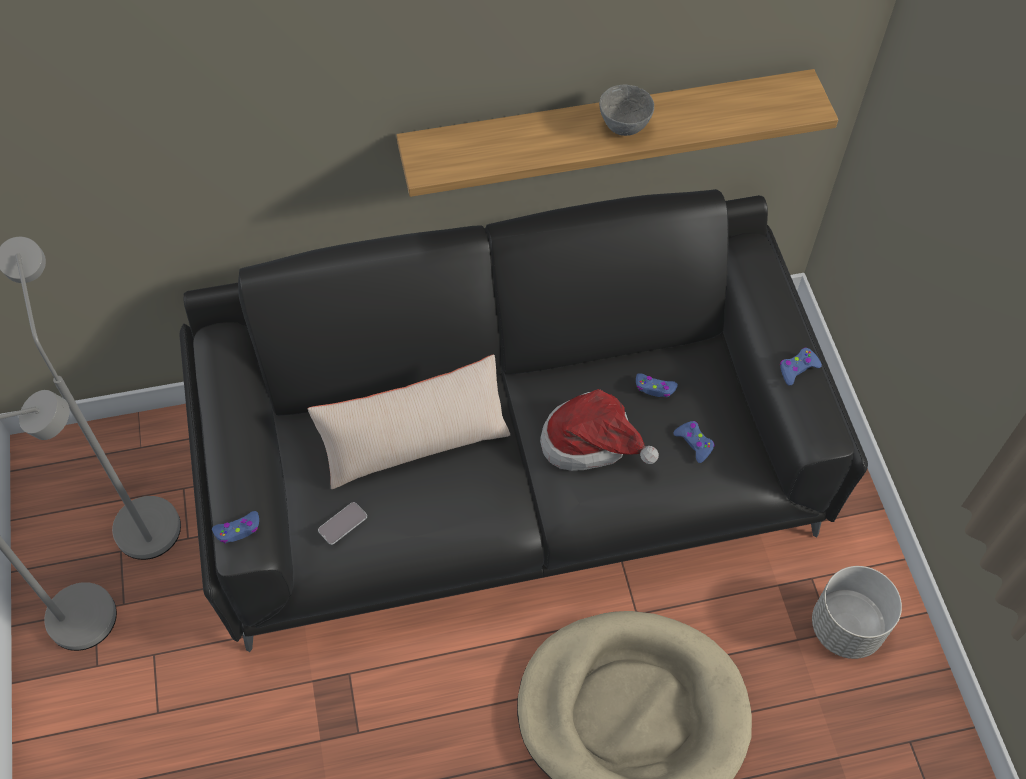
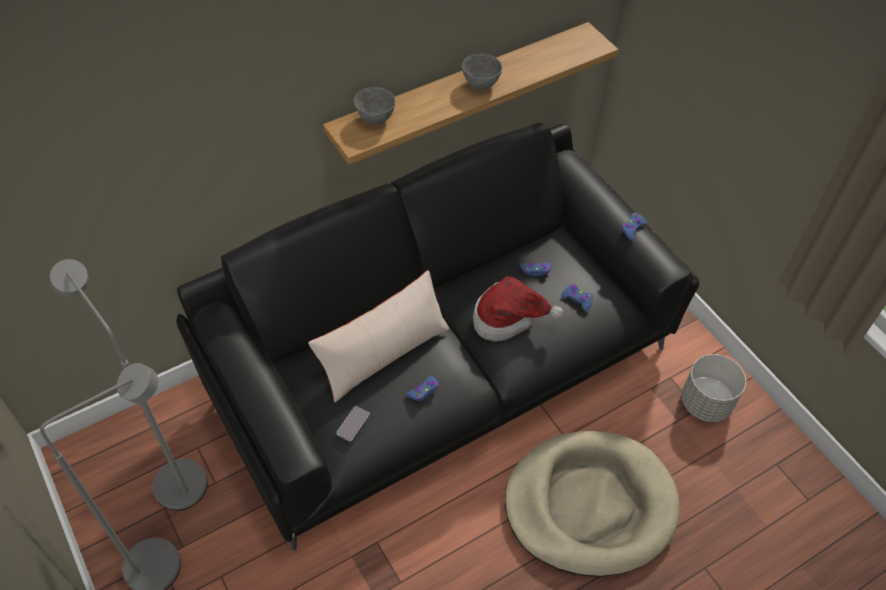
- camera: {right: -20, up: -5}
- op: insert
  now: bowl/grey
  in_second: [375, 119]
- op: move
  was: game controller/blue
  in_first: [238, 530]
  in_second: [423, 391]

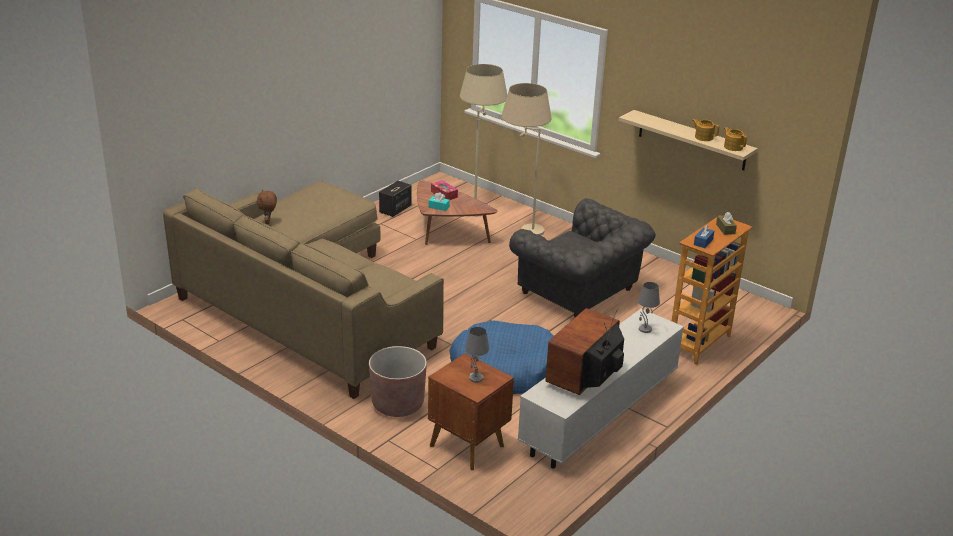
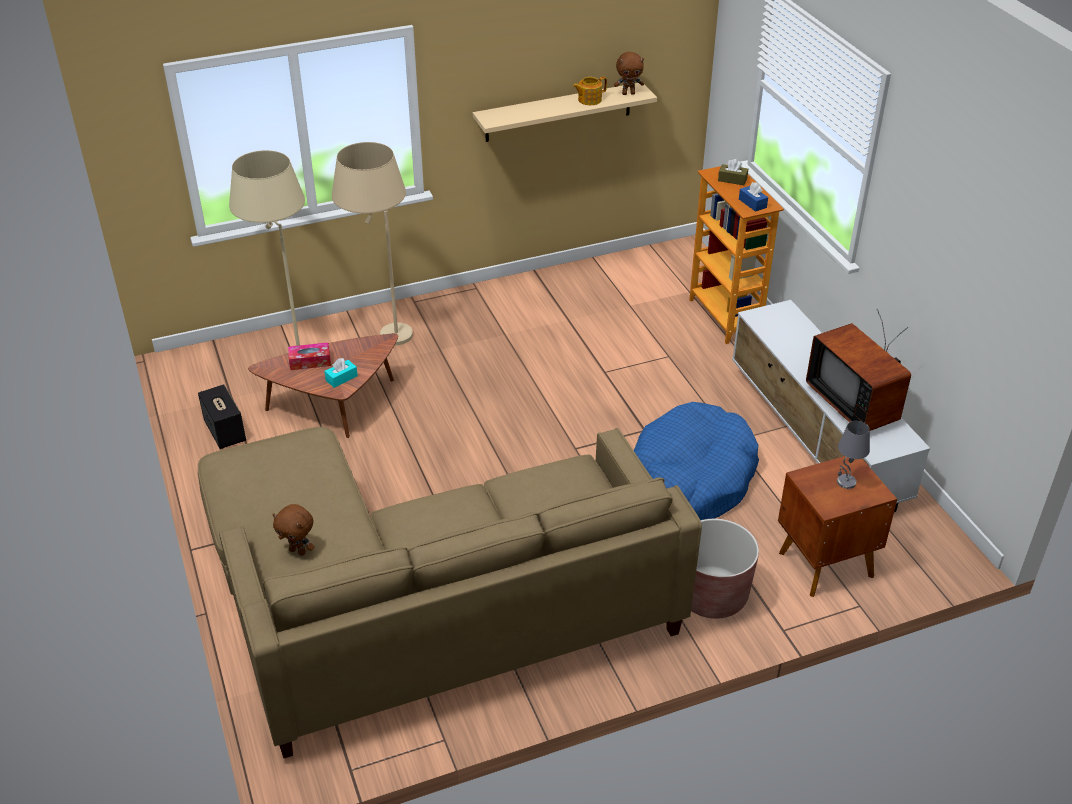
- camera: {right: -60, up: 10}
- op: delete
  was: armchair/grey
  in_first: [580, 293]
- op: delete
  was: table lamp/grey
  in_first: [644, 329]
- op: replace
  was: teapot
  now: plush toy/brown
  in_first: [733, 147]
  in_second: [628, 93]

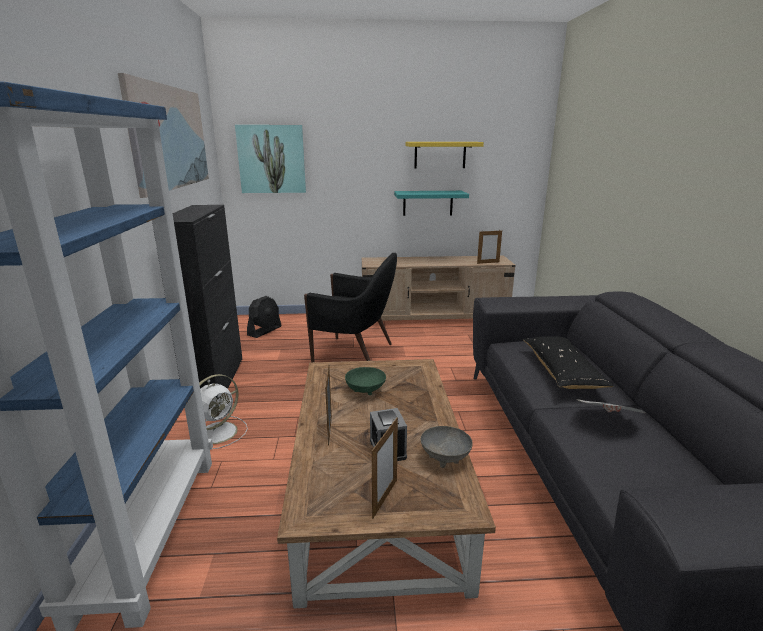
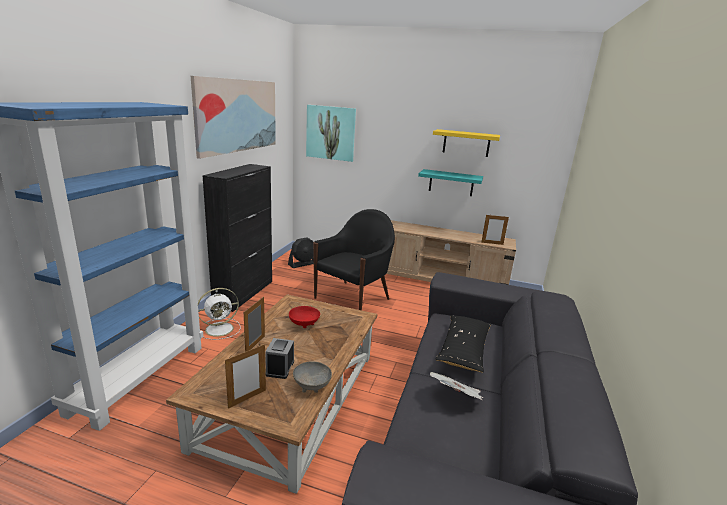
- camera: {right: 20, up: 0}
- op: recolor
  was: bowl/green
  now: bowl/red
  in_first: [365, 391]
  in_second: [303, 325]
- op: rotate
  was: armchair/black
  in_first: [355, 355]
  in_second: [353, 298]
  clockwise: -90

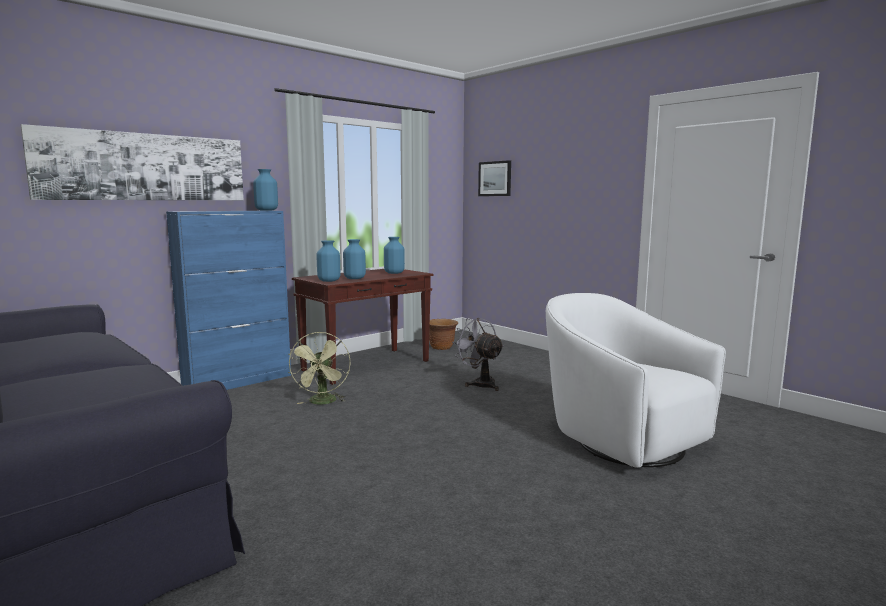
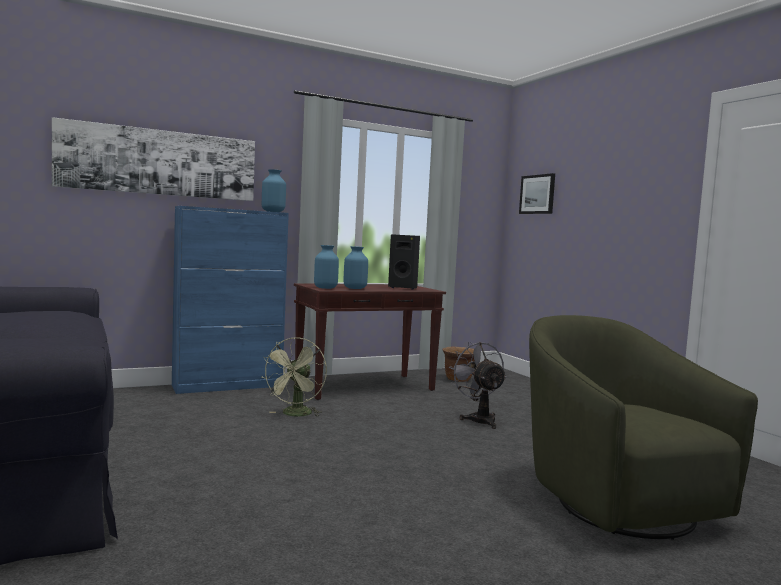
- camera: {right: 15, up: -5}
- op: replace
  was: vase/blue
  now: speaker/black
  in_first: [394, 273]
  in_second: [404, 288]
- op: recolor
  was: armchair/white
  now: armchair/green
  in_first: [620, 440]
  in_second: [614, 501]

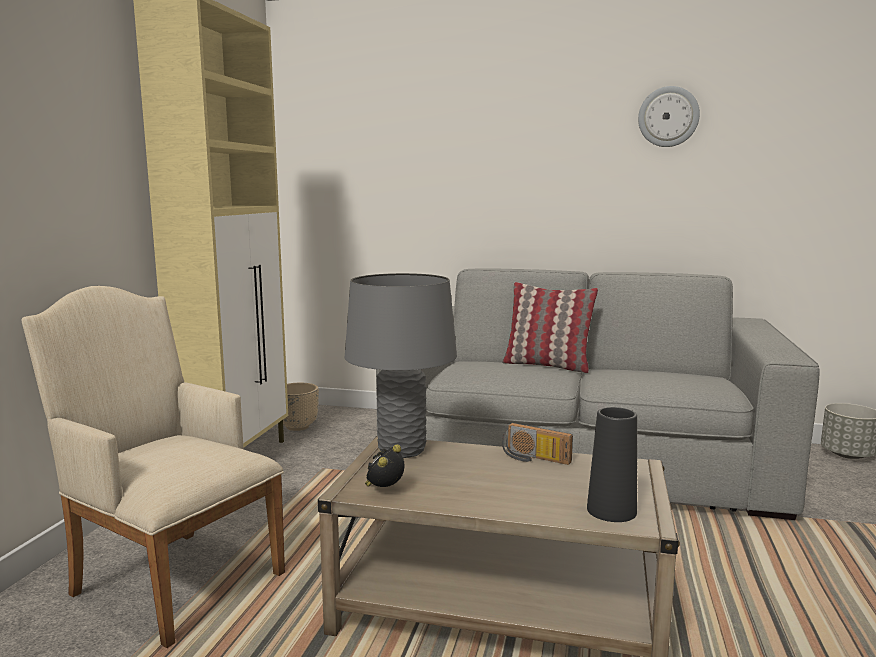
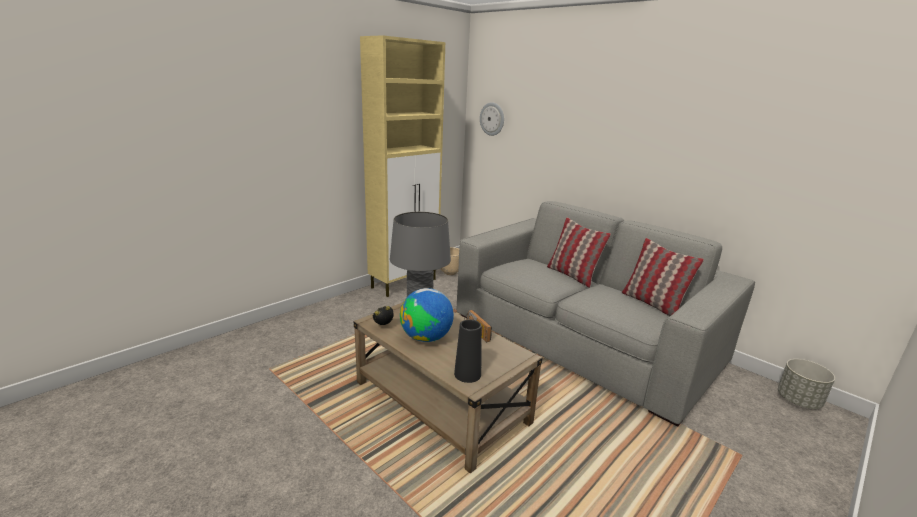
- camera: {right: 30, up: 10}
- op: delete
  was: armchair/beige
  in_first: [171, 579]
- op: insert
  now: globe
  in_second: [426, 338]
- op: insert
  now: pillow
  in_second: [652, 304]
- op: move
  was: wall clock
  in_first: [668, 117]
  in_second: [492, 119]

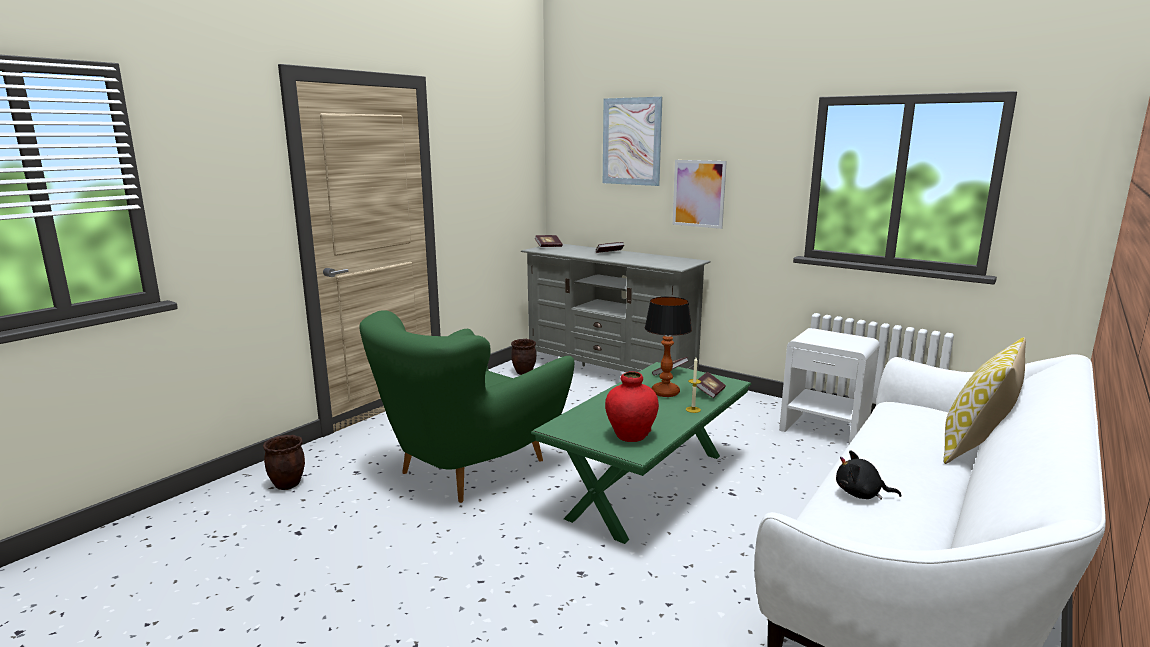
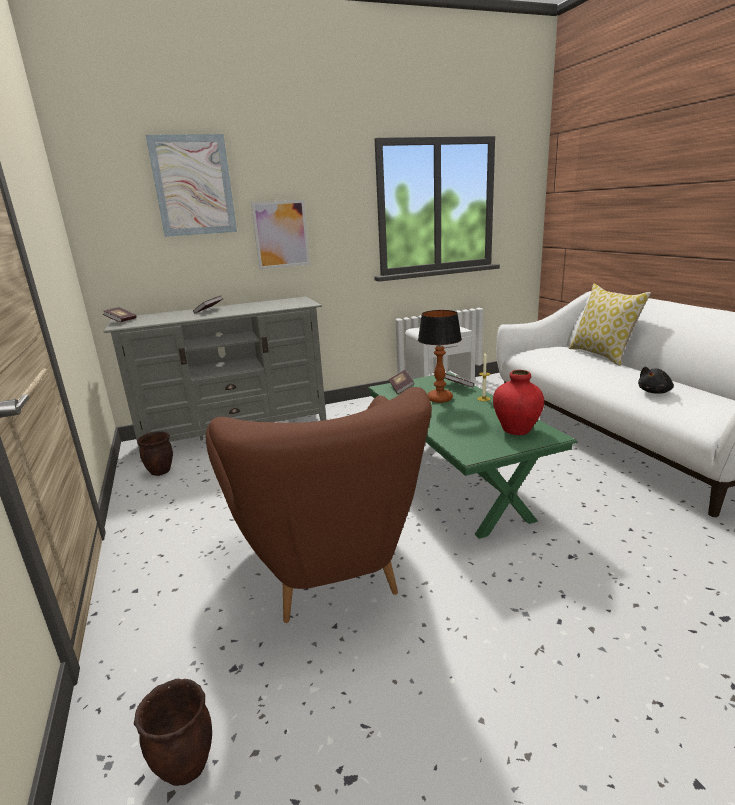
- camera: {right: -55, up: 5}
- op: recolor
  was: armchair/green
  now: armchair/brown
  in_first: [469, 467]
  in_second: [328, 566]

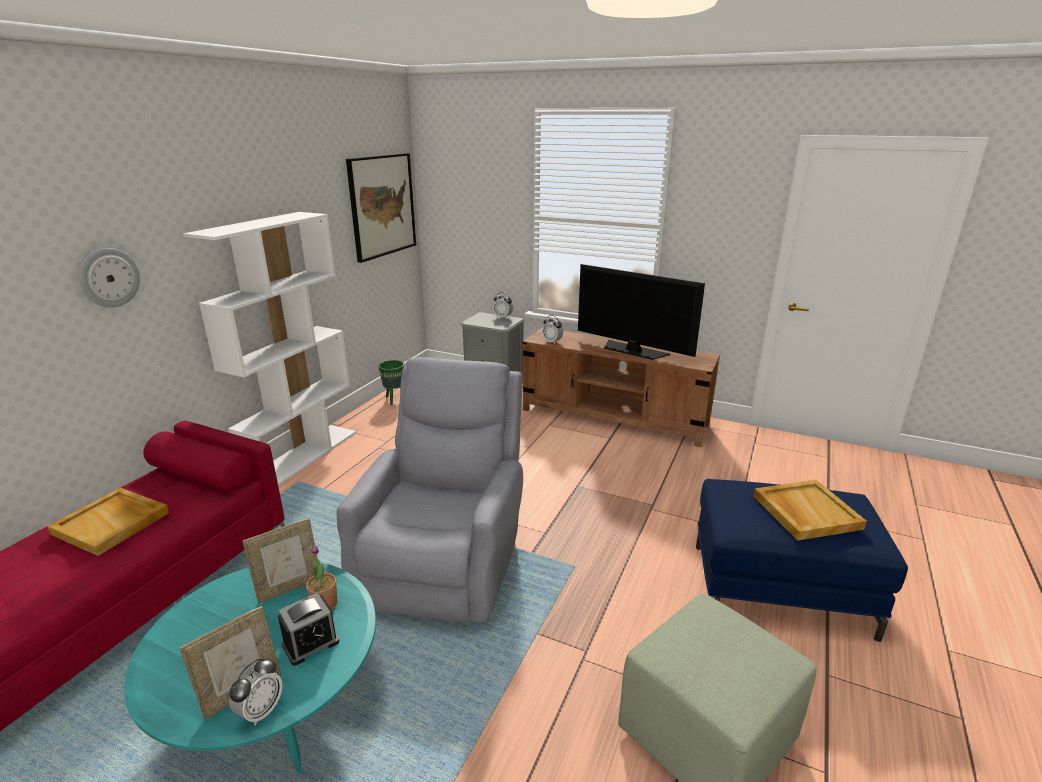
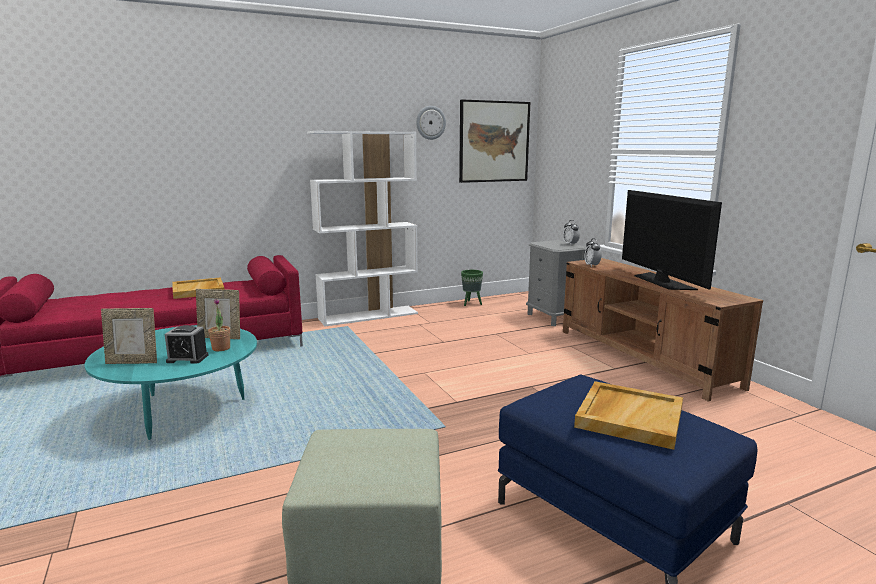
- camera: {right: 40, up: -10}
- op: delete
  was: alarm clock
  in_first: [261, 711]
- op: delete
  was: armchair/grey
  in_first: [445, 556]
- op: move
  was: wall clock
  in_first: [109, 277]
  in_second: [430, 122]

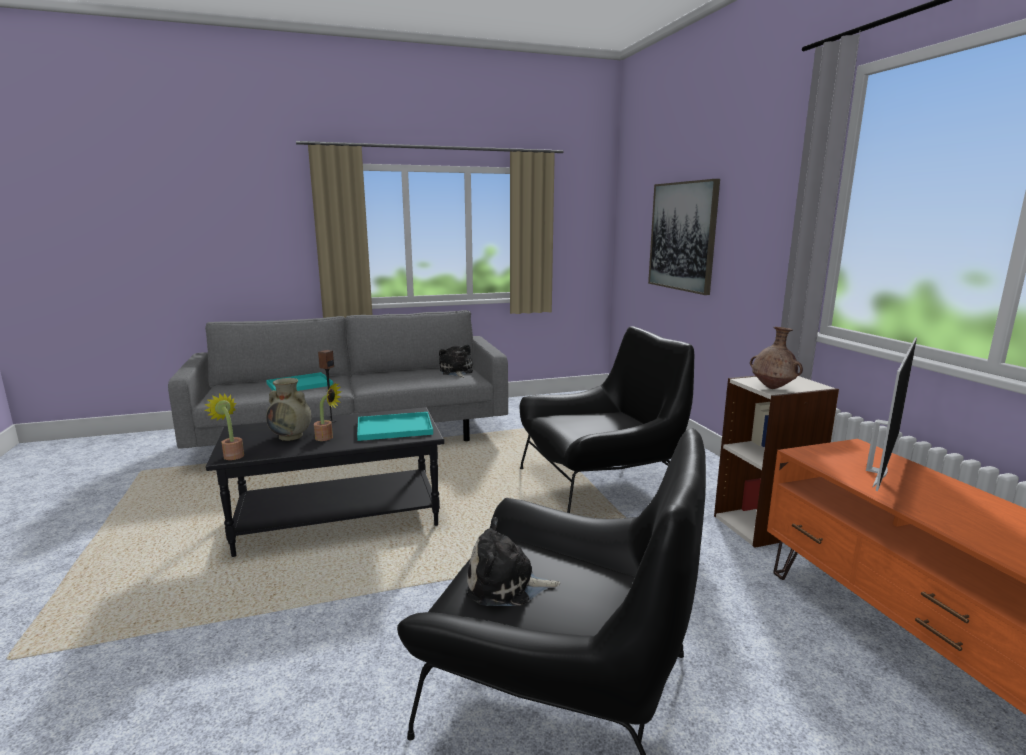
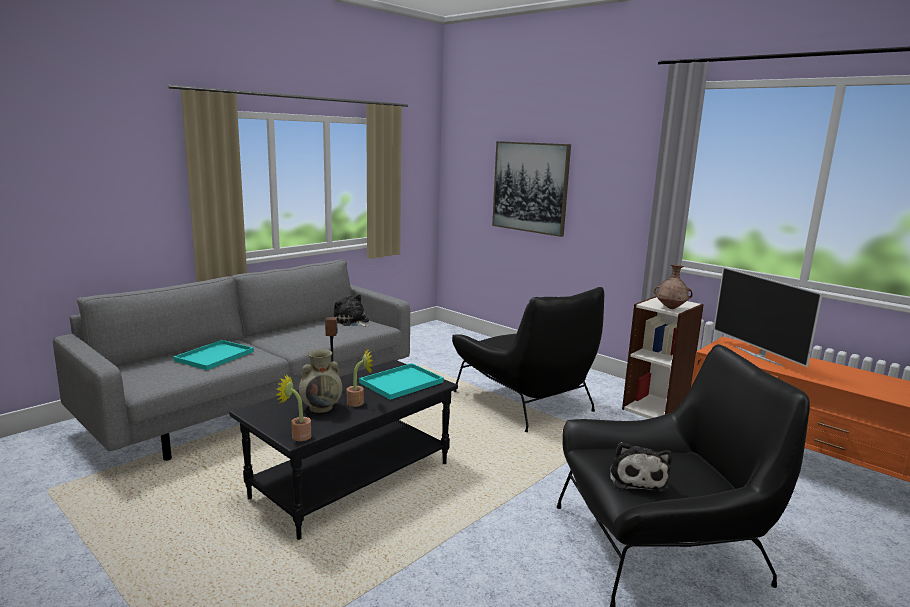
- camera: {right: -30, up: 0}
- op: rotate
  was: plush toy
  in_first: [506, 585]
  in_second: [637, 478]
  clockwise: -60
- op: rotate
  was: armchair/black
  in_first: [600, 482]
  in_second: [524, 401]
  clockwise: 105
- op: rotate
  was: television
  in_first: [876, 471]
  in_second: [758, 356]
  clockwise: 150

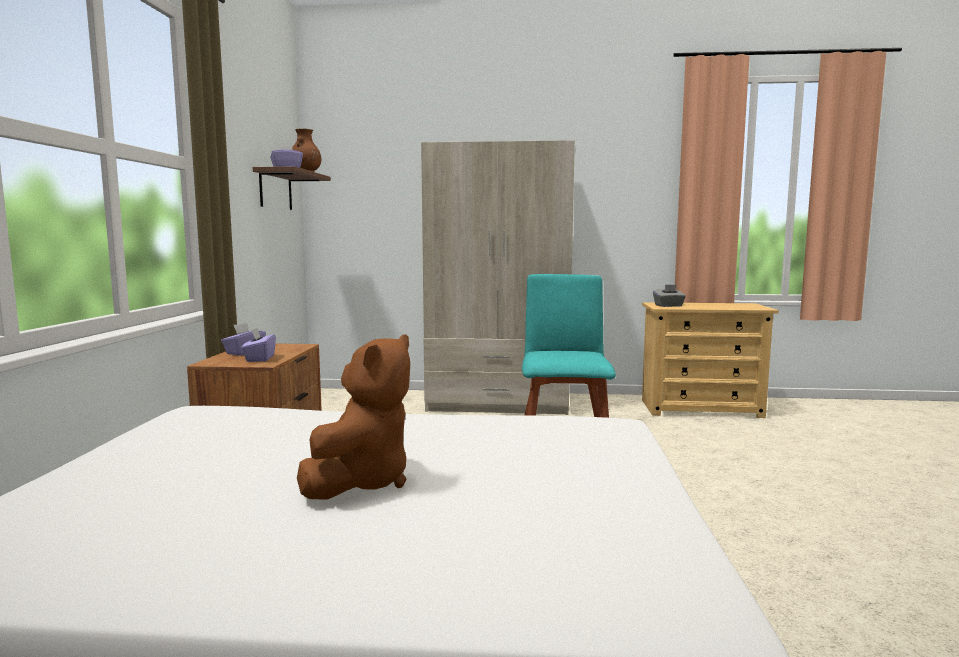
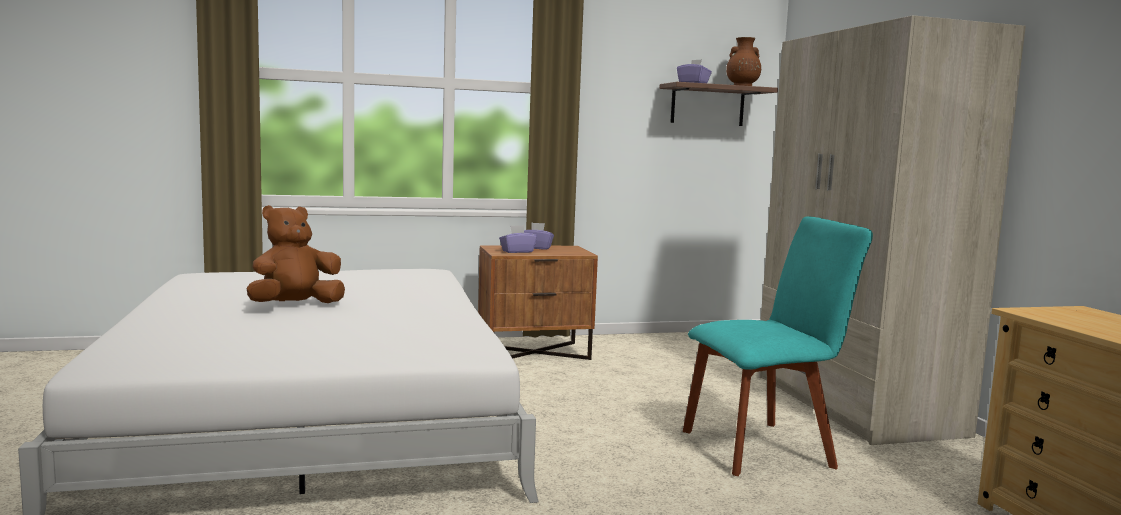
- camera: {right: 70, up: 0}
- op: delete
  was: tissue box/grey
  in_first: [668, 306]
- op: rotate
  was: plush toy/brown
  in_first: [361, 481]
  in_second: [295, 306]
  clockwise: 135

